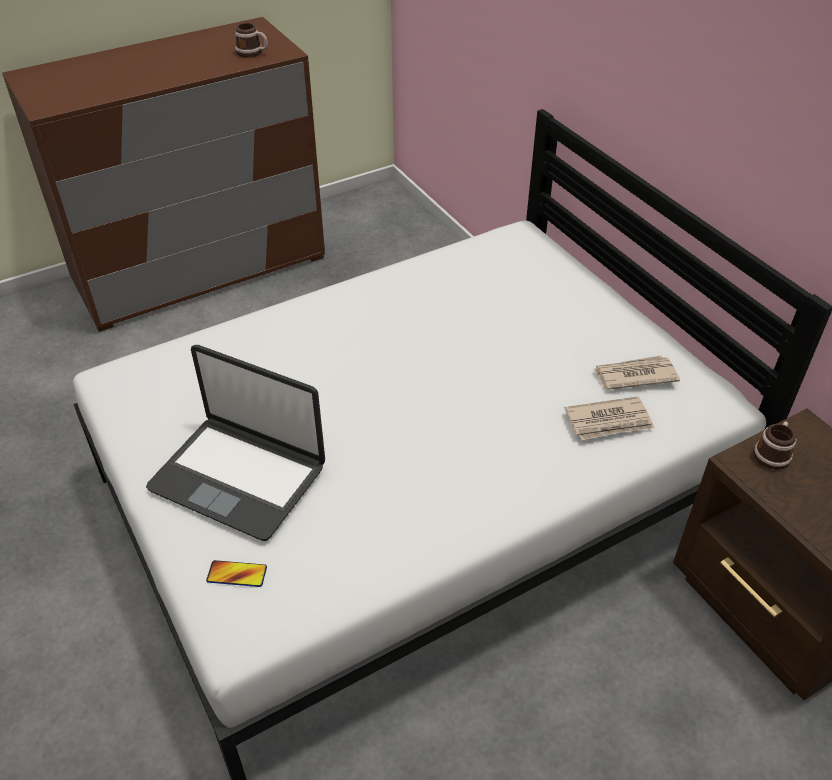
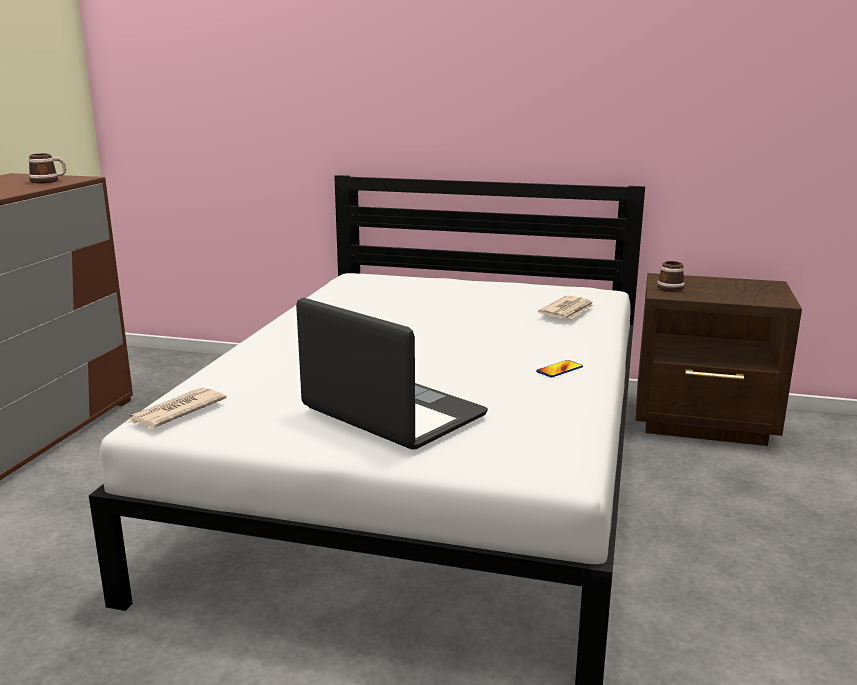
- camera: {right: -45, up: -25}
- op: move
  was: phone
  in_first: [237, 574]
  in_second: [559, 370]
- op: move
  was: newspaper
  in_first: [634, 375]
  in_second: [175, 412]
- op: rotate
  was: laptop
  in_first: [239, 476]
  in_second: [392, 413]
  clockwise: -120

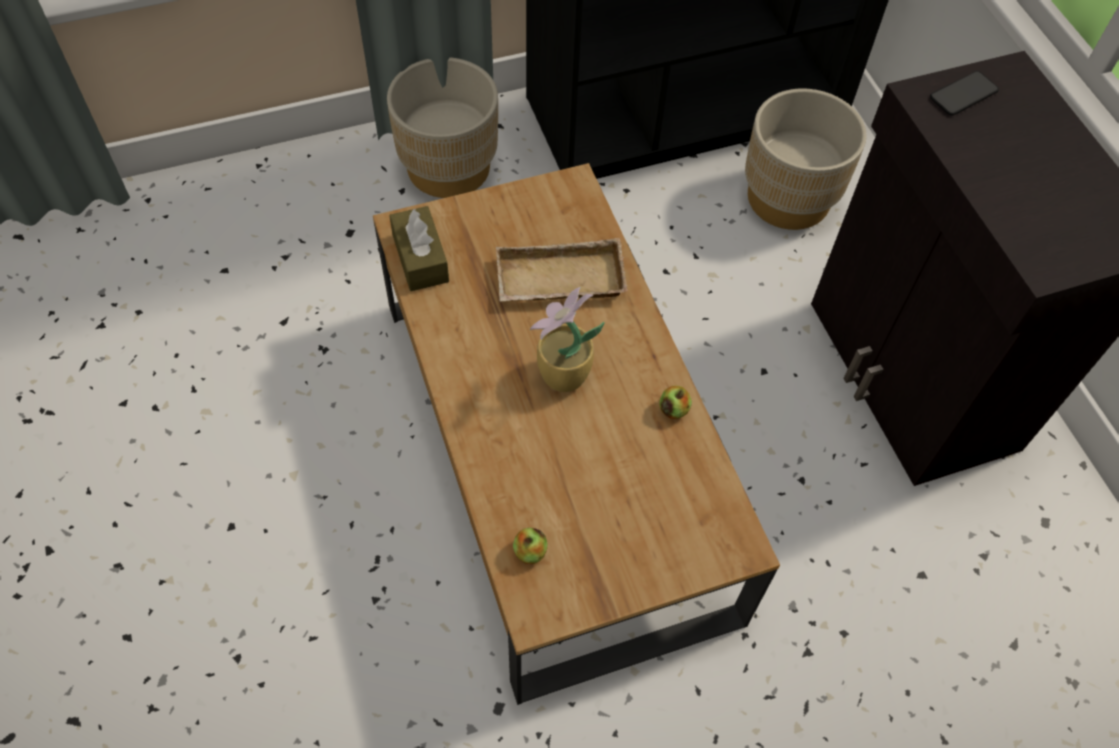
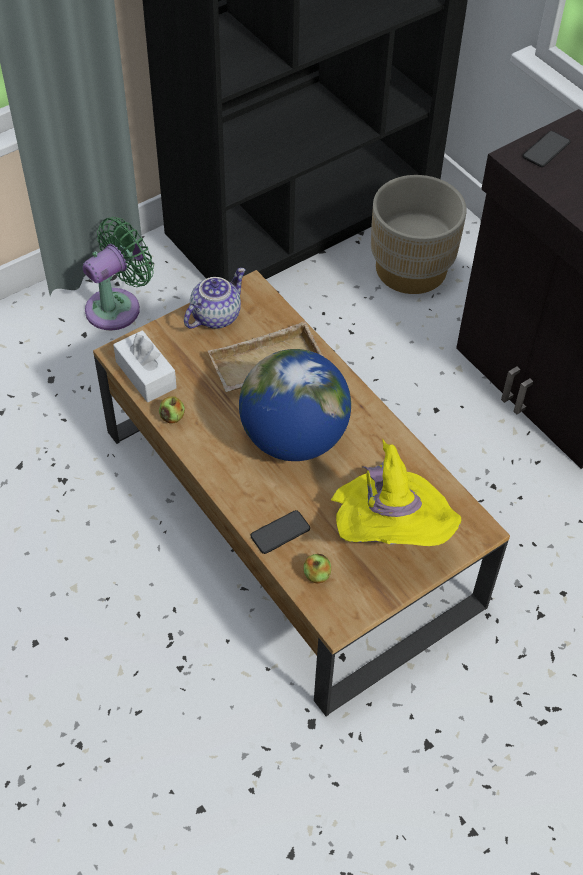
- camera: {right: -15, up: -5}
- op: insert
  now: teapot
  in_second: [215, 315]
- op: insert
  now: phone
  in_second: [280, 532]
- op: insert
  now: hat/yellow
  in_second: [388, 532]
- op: move
  was: apple
  in_first: [673, 409]
  in_second: [172, 417]
- op: replace
  was: planter/beige
  now: fan/green
  in_first: [448, 167]
  in_second: [118, 306]
- op: replace
  was: potted plant
  now: globe
  in_first: [561, 376]
  in_second: [294, 438]
- op: recolor
  was: tissue box/brown
  now: tissue box/white
  in_first: [420, 258]
  in_second: [146, 375]

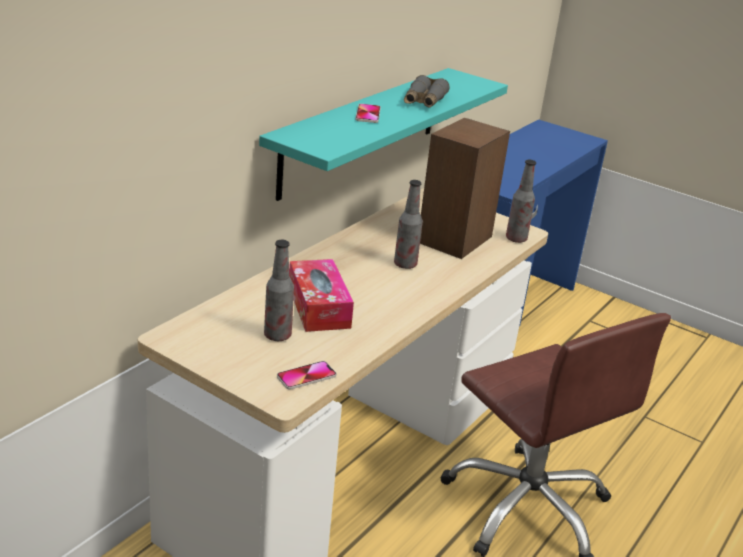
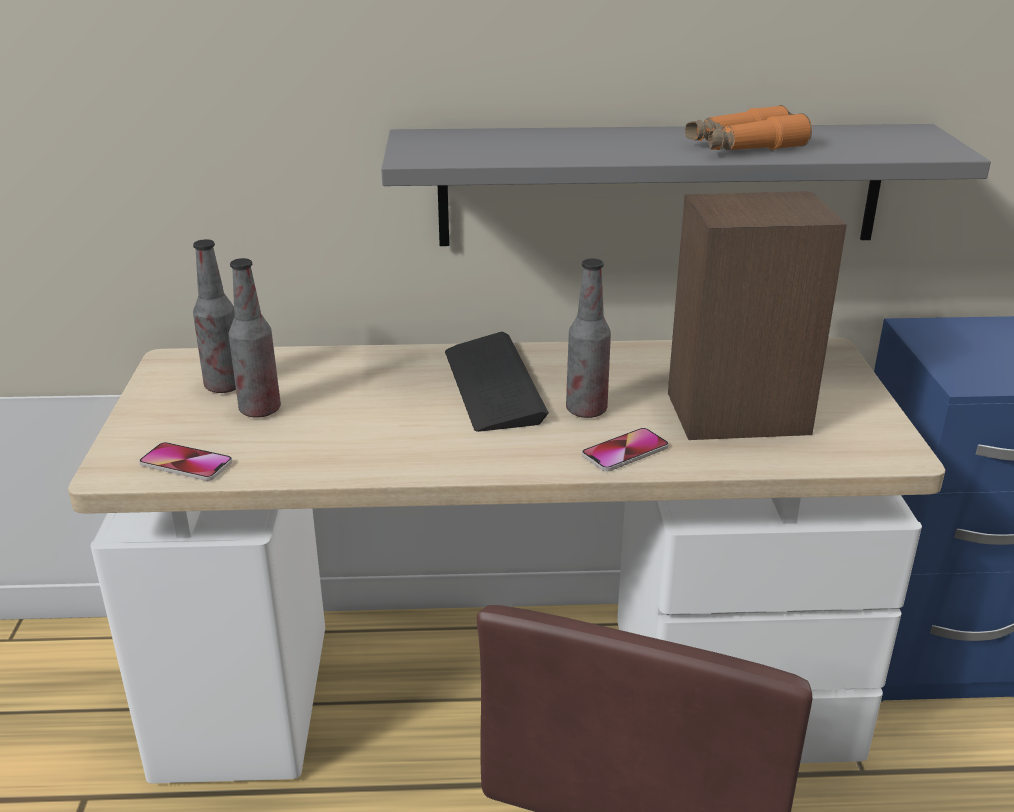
- camera: {right: 55, up: 0}
- op: delete
  was: tissue box
  in_first: [318, 306]
- op: insert
  now: keyboard
  in_second: [493, 385]
- op: move
  was: phone
  in_first: [368, 114]
  in_second: [625, 451]
- op: move
  was: bottle
  in_first: [516, 239]
  in_second: [224, 386]
- op: recolor
  was: shelf/turquoise
  now: shelf/grey
  in_first: [362, 130]
  in_second: [660, 185]
- op: recolor
  was: binoculars/grey
  now: binoculars/orange
  in_first: [424, 101]
  in_second: [744, 146]

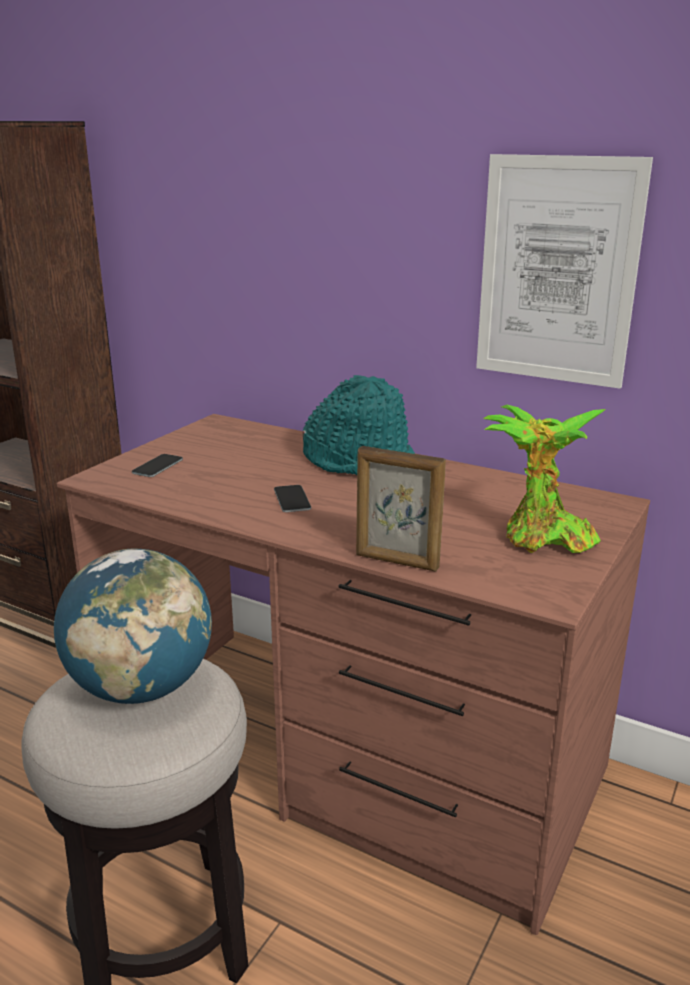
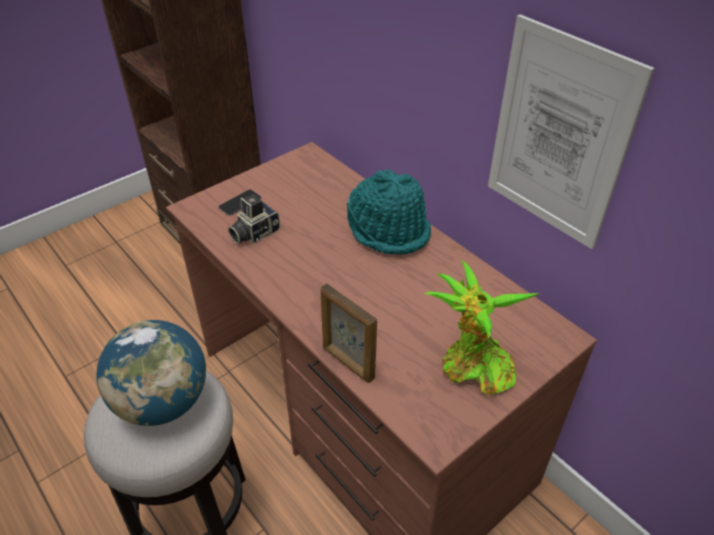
- camera: {right: 20, up: 20}
- op: delete
  was: phone
  in_first: [292, 499]
- op: insert
  now: photo camera
  in_second: [254, 233]

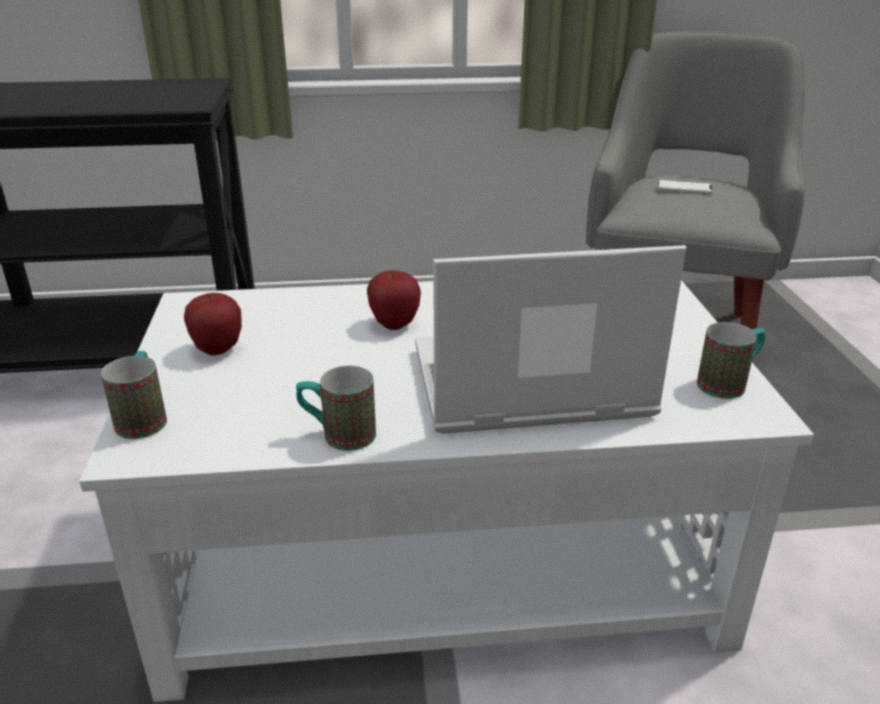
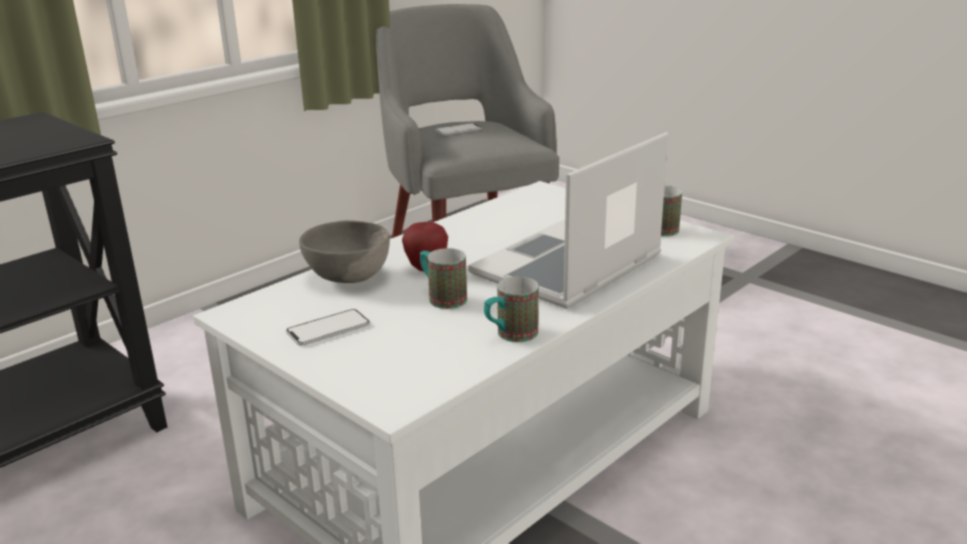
- camera: {right: -40, up: -5}
- op: insert
  now: bowl/grey
  in_second: [349, 279]
- op: move
  was: mug
  in_first: [143, 417]
  in_second: [442, 297]
- op: replace
  was: apple
  now: phone
  in_first: [218, 350]
  in_second: [328, 329]

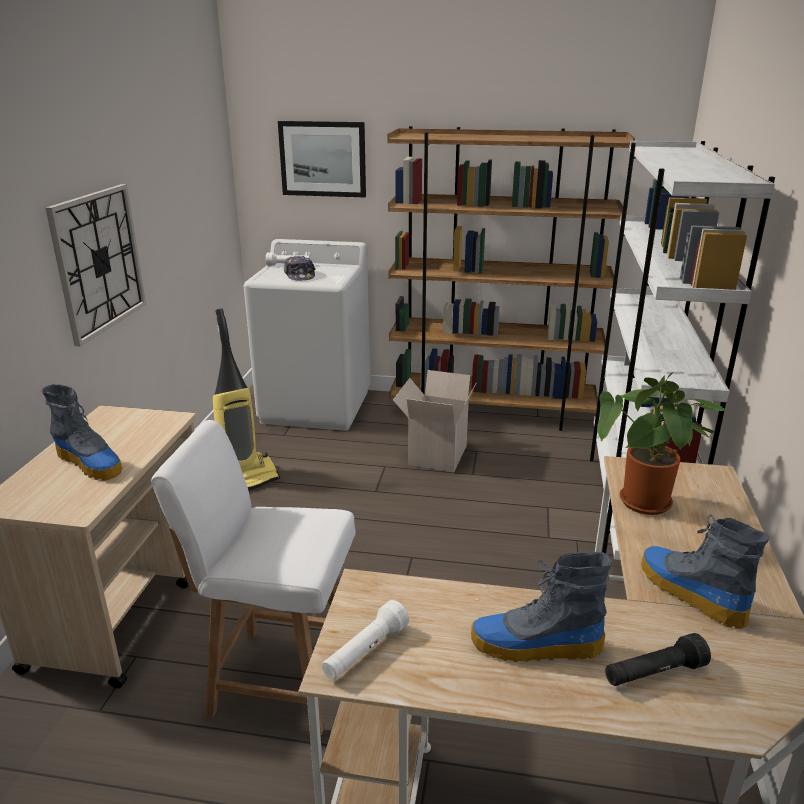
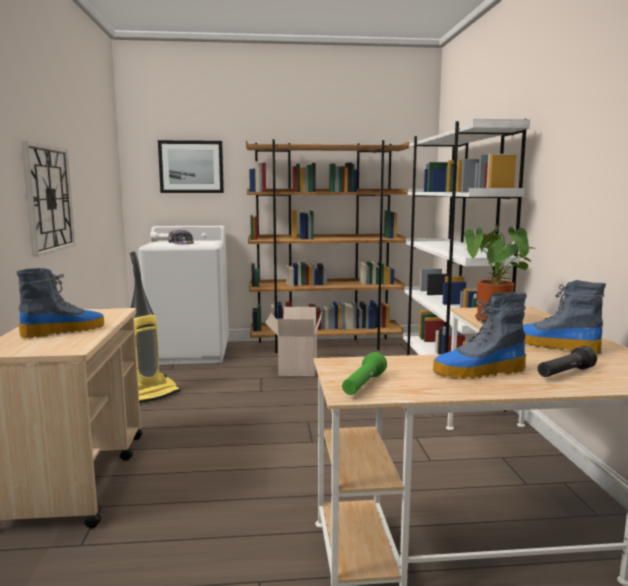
- camera: {right: -15, up: -15}
- op: delete
  was: chair/white
  in_first: [278, 678]
- op: recolor
  was: flashlight/white
  now: flashlight/green
  in_first: [365, 652]
  in_second: [363, 385]
- op: rotate
  was: boot
  in_first: [90, 464]
  in_second: [64, 331]
  clockwise: -60

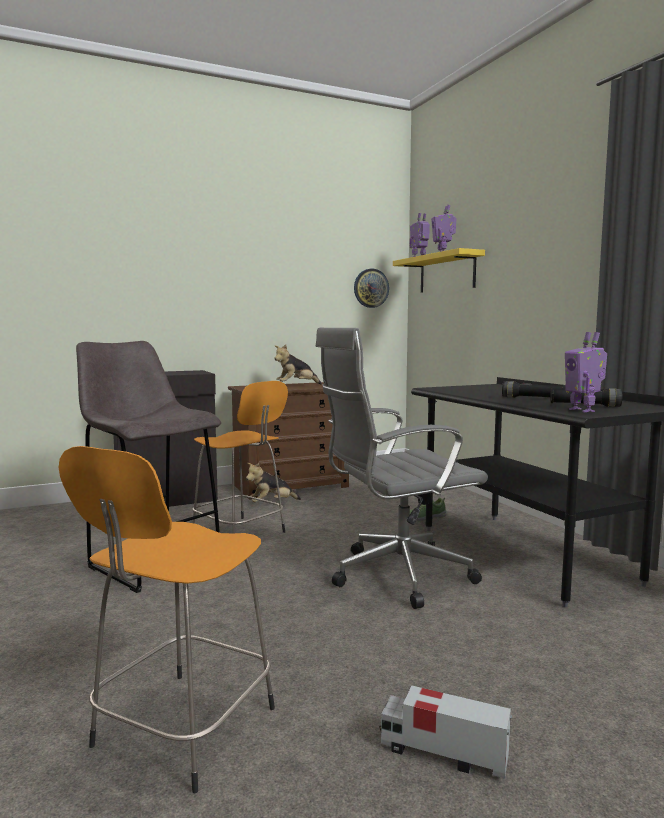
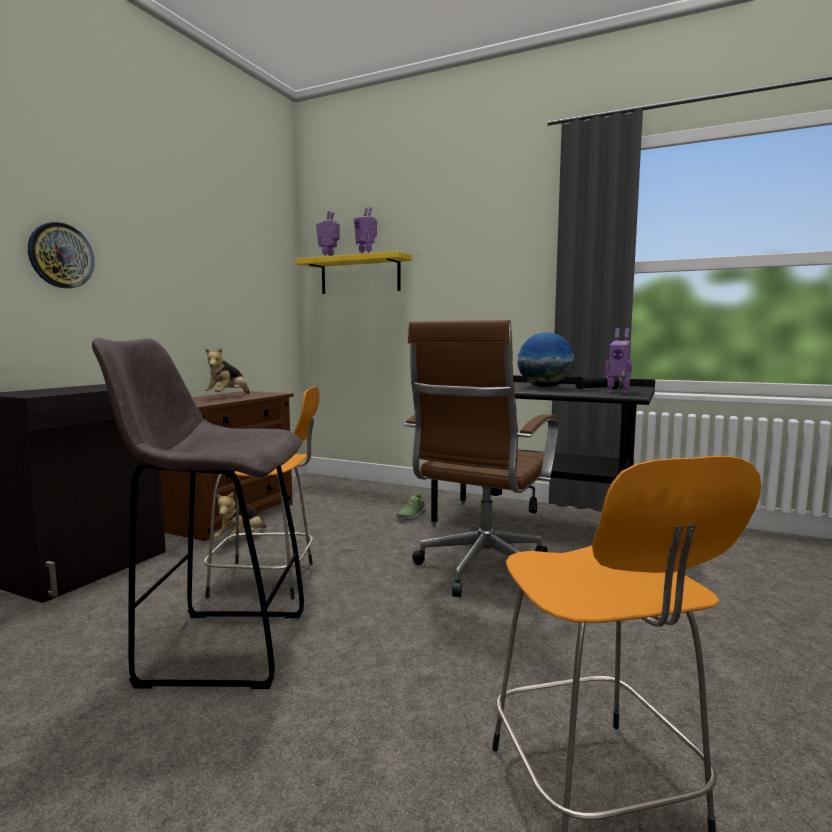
- camera: {right: -40, up: 0}
- op: delete
  was: toy truck
  in_first: [442, 753]
- op: move
  was: wall clock
  in_first: [371, 288]
  in_second: [61, 255]
- op: replace
  was: flashlight/black
  now: globe
  in_first: [533, 398]
  in_second: [544, 387]
- op: recolor
  was: office chair/grey
  now: office chair/brown
  in_first: [395, 576]
  in_second: [481, 571]

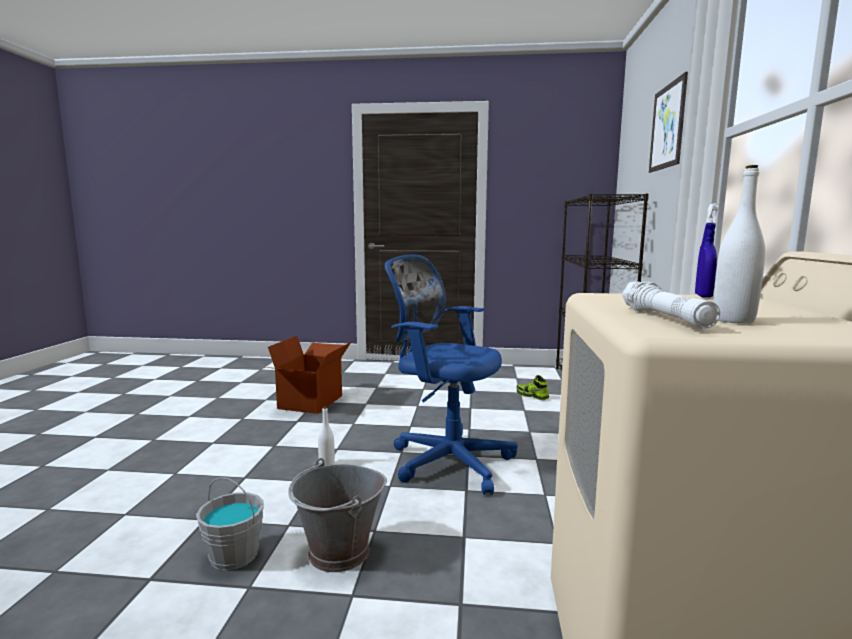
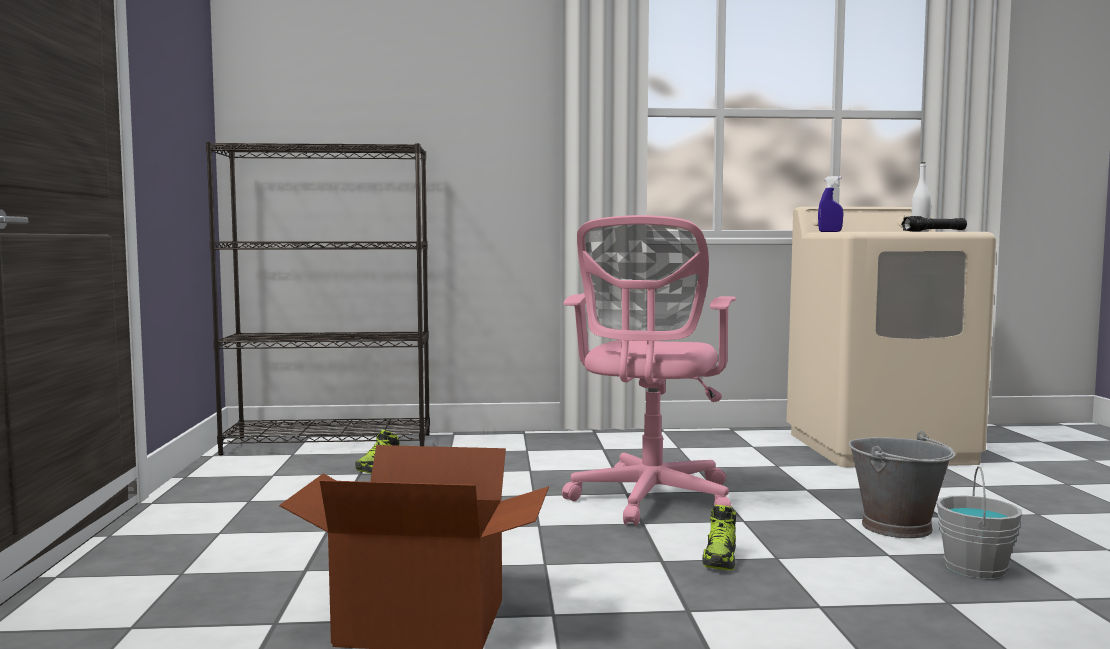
- camera: {right: -100, up: -5}
- op: delete
  was: picture
  in_first: [667, 126]
- op: replace
  was: bottle/white
  now: shoe
  in_first: [326, 464]
  in_second: [720, 559]
- op: recolor
  was: office chair/blue
  now: office chair/pink
  in_first: [446, 460]
  in_second: [650, 501]
- op: recolor
  was: flashlight/white
  now: flashlight/black
  in_first: [664, 318]
  in_second: [934, 231]

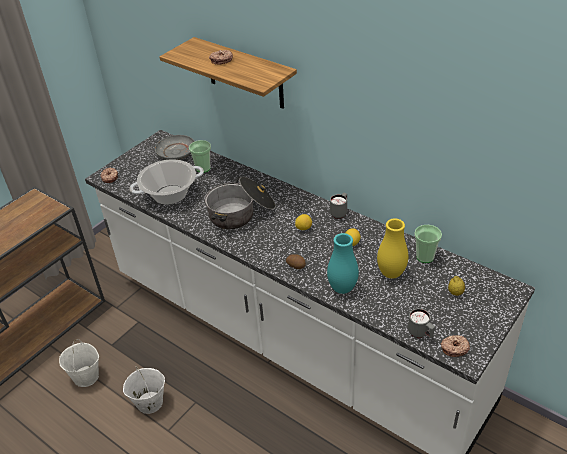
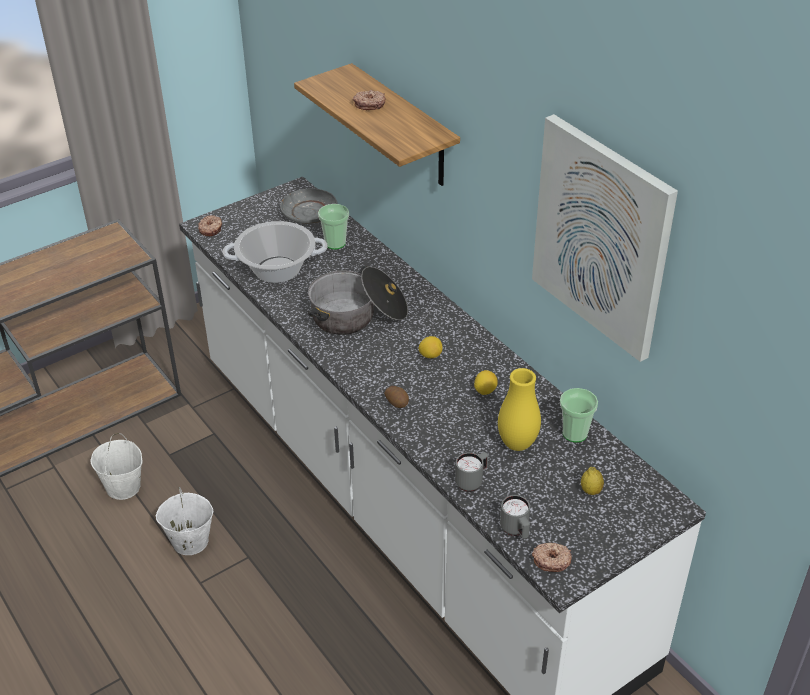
- camera: {right: 15, up: 0}
- op: delete
  was: vase/turquoise
  in_first: [342, 288]
- op: insert
  now: picture
  in_second: [602, 237]
- op: move
  was: mug/grey
  in_first: [339, 213]
  in_second: [472, 481]

